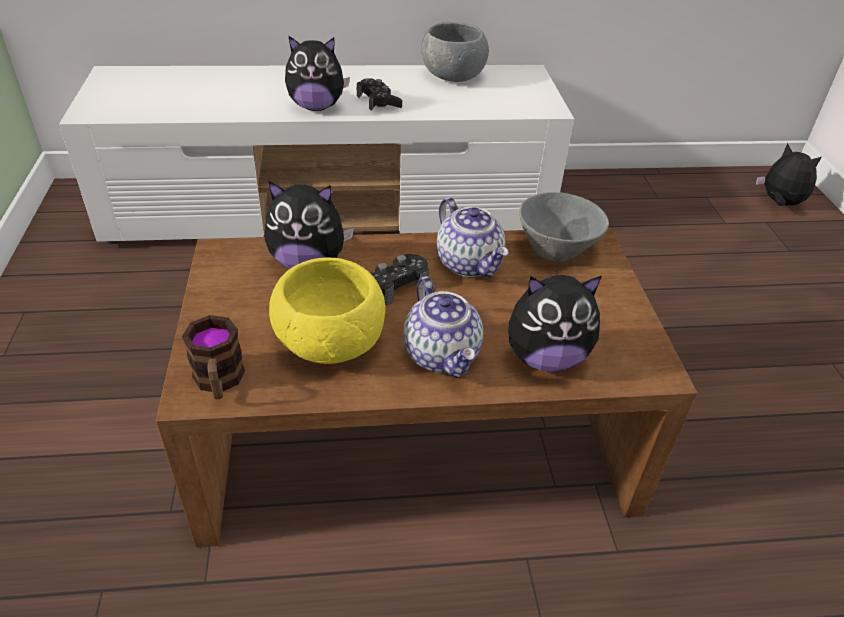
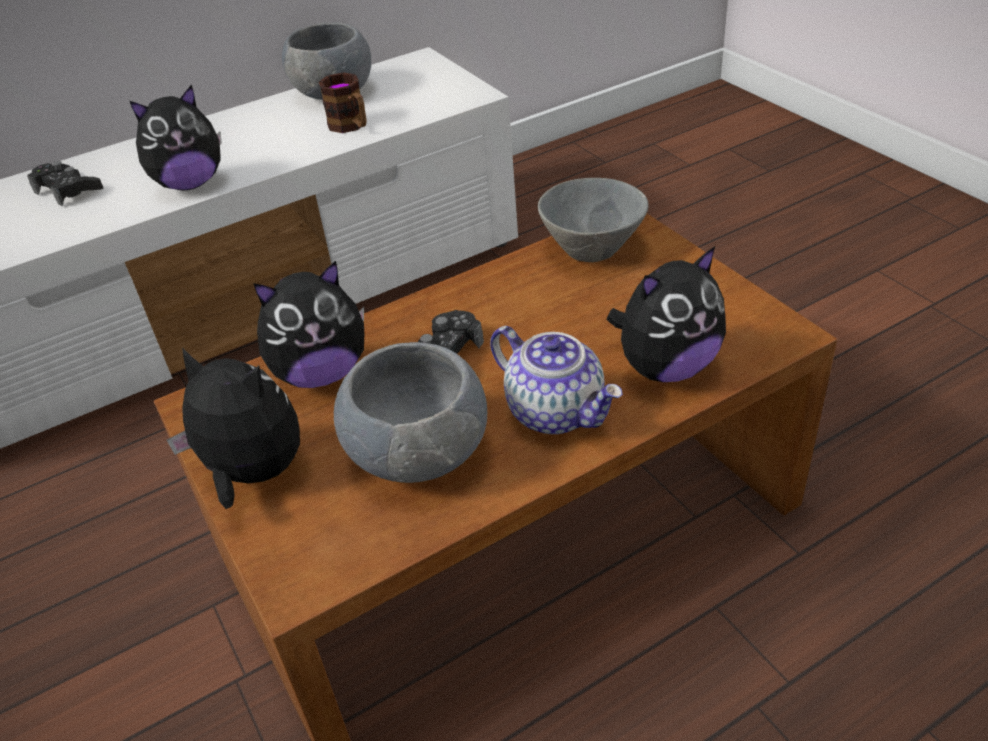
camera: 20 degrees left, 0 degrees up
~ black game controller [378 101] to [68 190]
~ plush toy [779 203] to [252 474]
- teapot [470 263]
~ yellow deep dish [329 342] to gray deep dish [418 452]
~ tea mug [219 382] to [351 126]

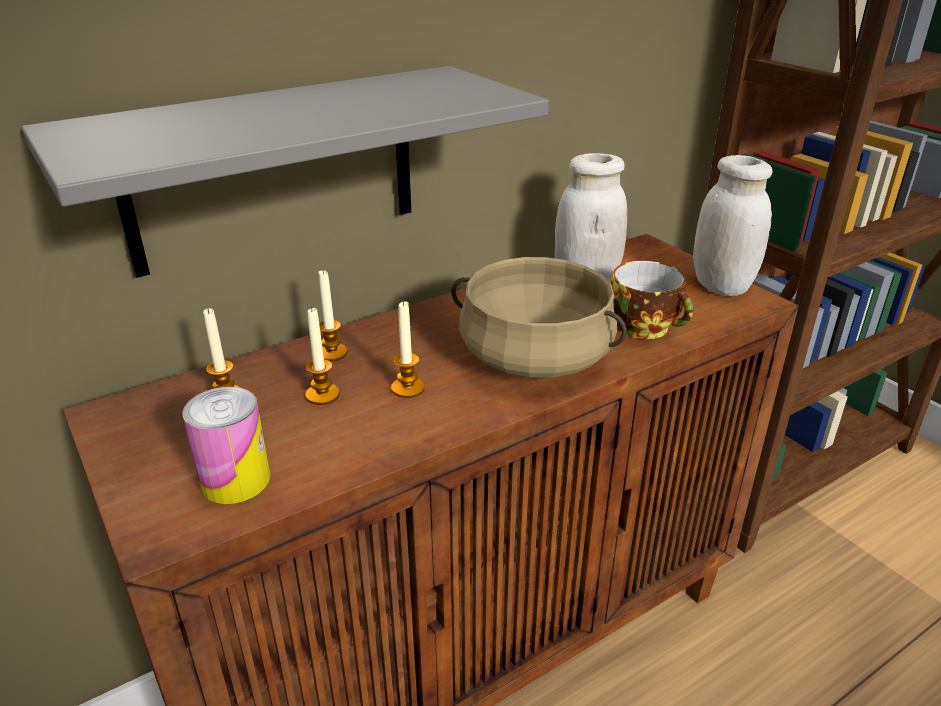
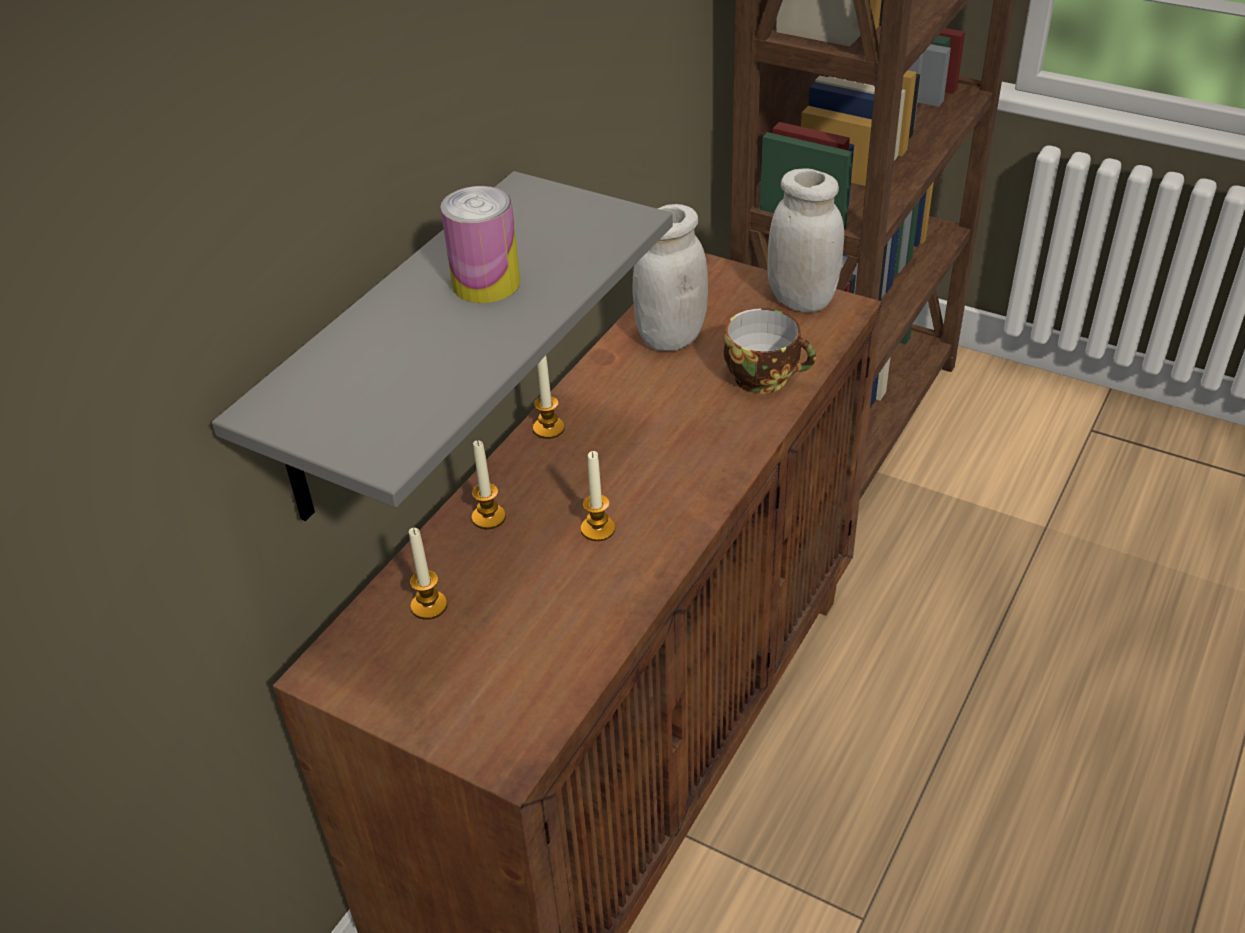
camera: 25 degrees left, 10 degrees up
- beige-coloured stockpot [534 358]
~ wax light [322 395] to [549 428]
~ can [235 480] to [486 283]

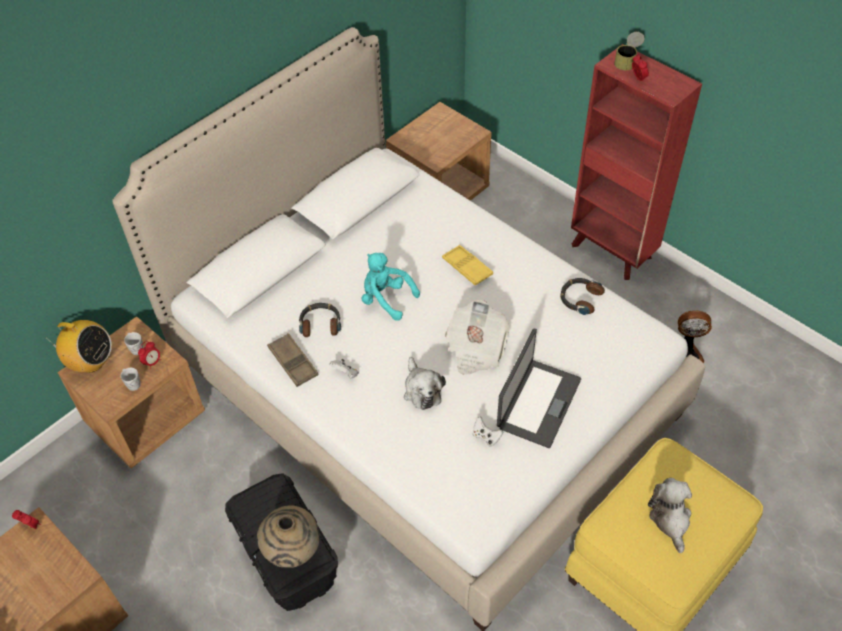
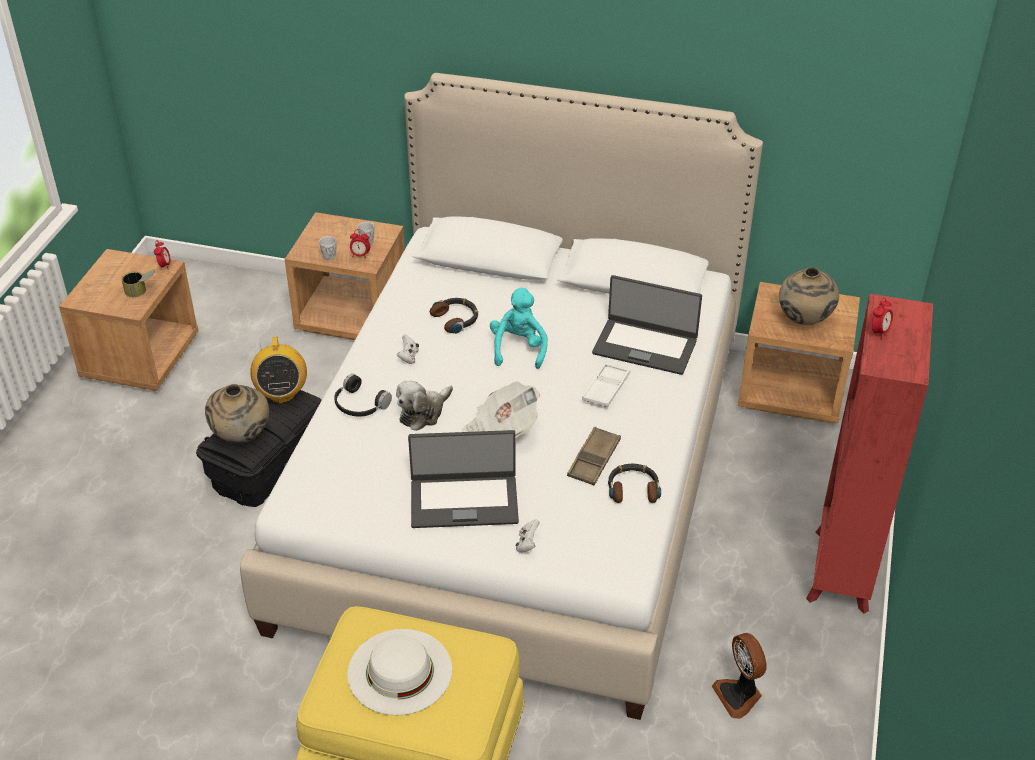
camera: 60 degrees right, 10 degrees down
~ can [628 61] to [141 291]
~ yellow carrying tray [467 268] to white-coloured carrying tray [606 389]
~ radio receiver [91 362] to [282 394]
~ brown-coloured carrying tray [293 362] to [594 460]
~ white-coloured game controller [486 437] to [527 544]
~ plush toy [670 519] to white-coloured clothing hat [399 671]
+ beige-coloured flower vase [804 321]
+ portable computer [645 346]
+ black headphones [359 405]

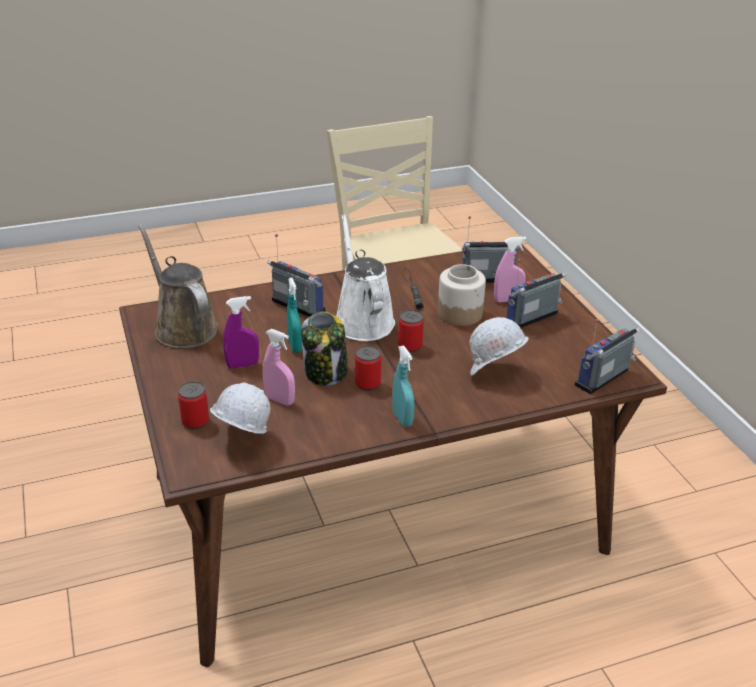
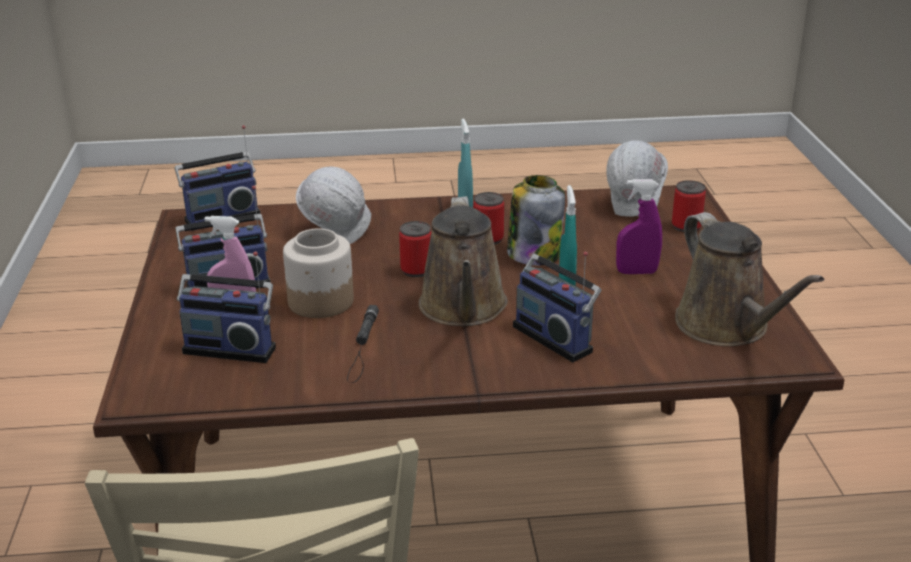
camera: 165 degrees left, 5 degrees down
~ white-coloured watering pot [362 320] to brown-coloured watering pot [463 309]
- pink-coloured sprayer [280 400]

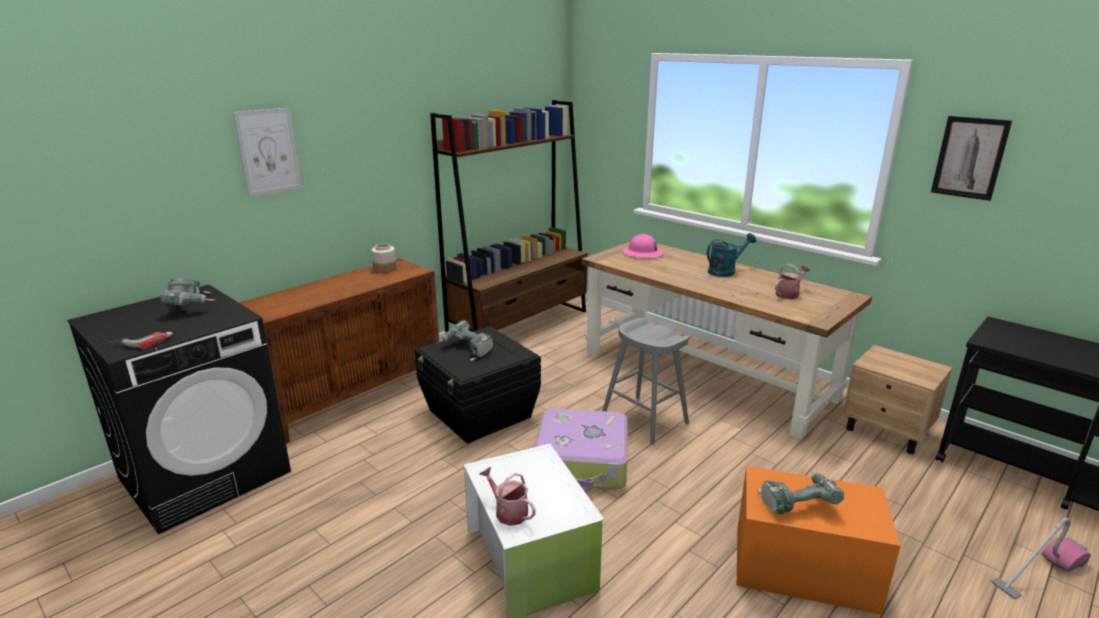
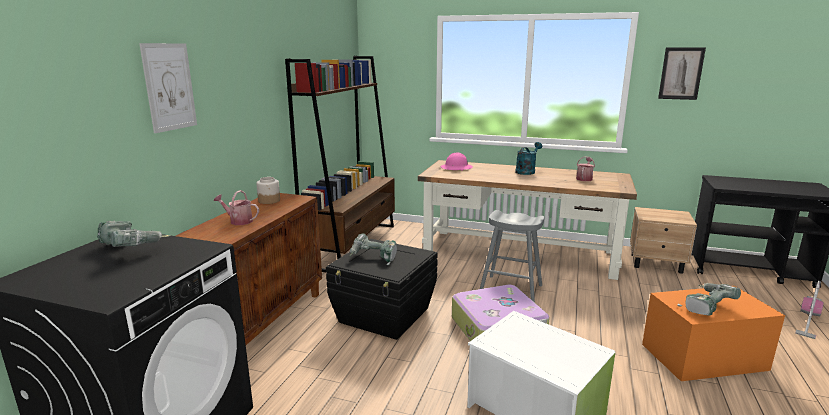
camera: 25 degrees left, 5 degrees down
- drill [143 341]
~ watering pot [508 511] to [238 221]

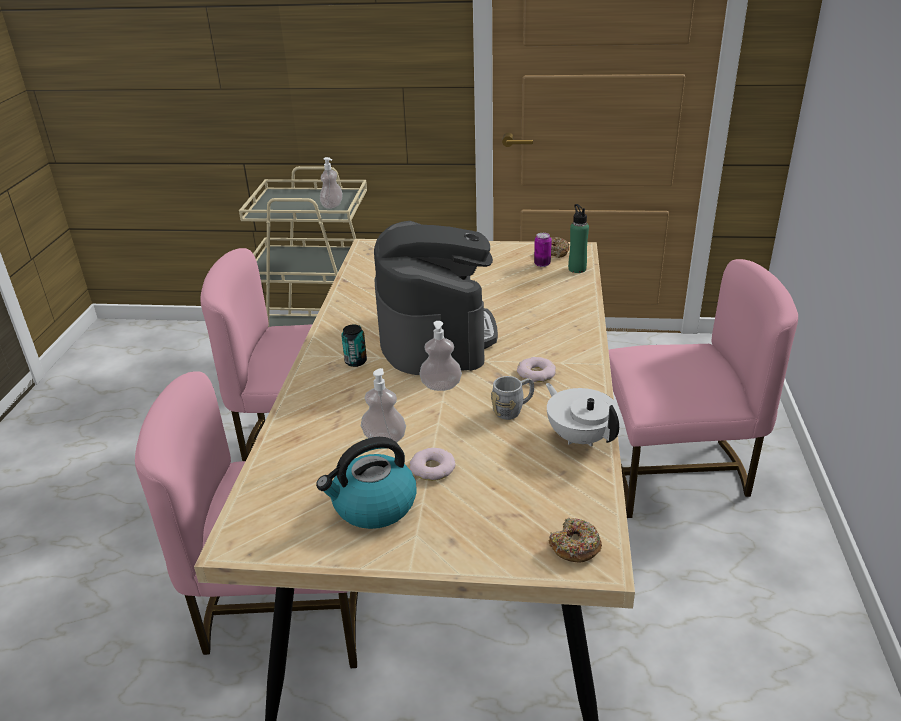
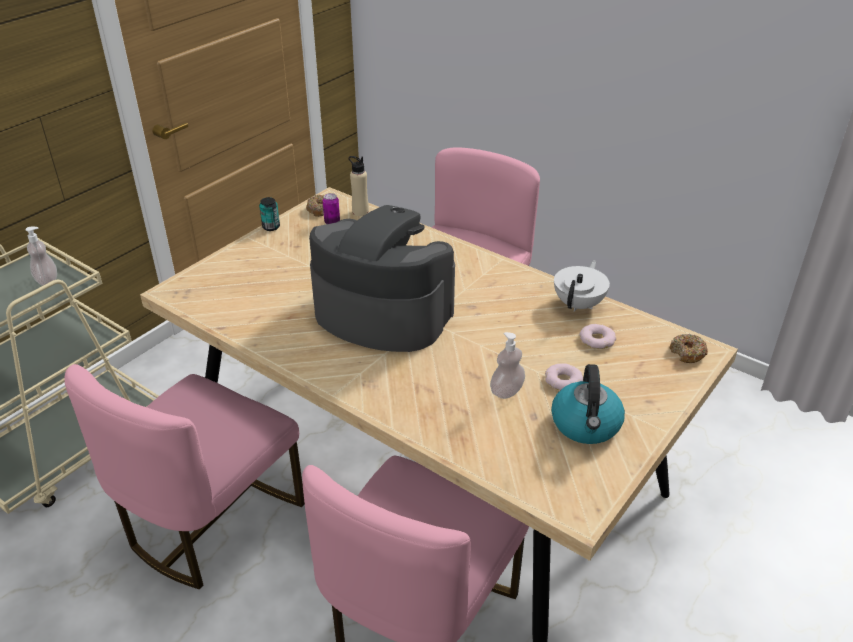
camera: 60 degrees left, 5 degrees up
~ green-coloured drink bottle [577 269] to beige-coloured drink bottle [360 212]
- soap bottle [441 386]
~ can [355 361] to [271 227]
~ donut [536 373] to [597 340]
- gray tea mug [513 410]
~ white-coloured teapot [580 437] = [579 304] 120 degrees clockwise

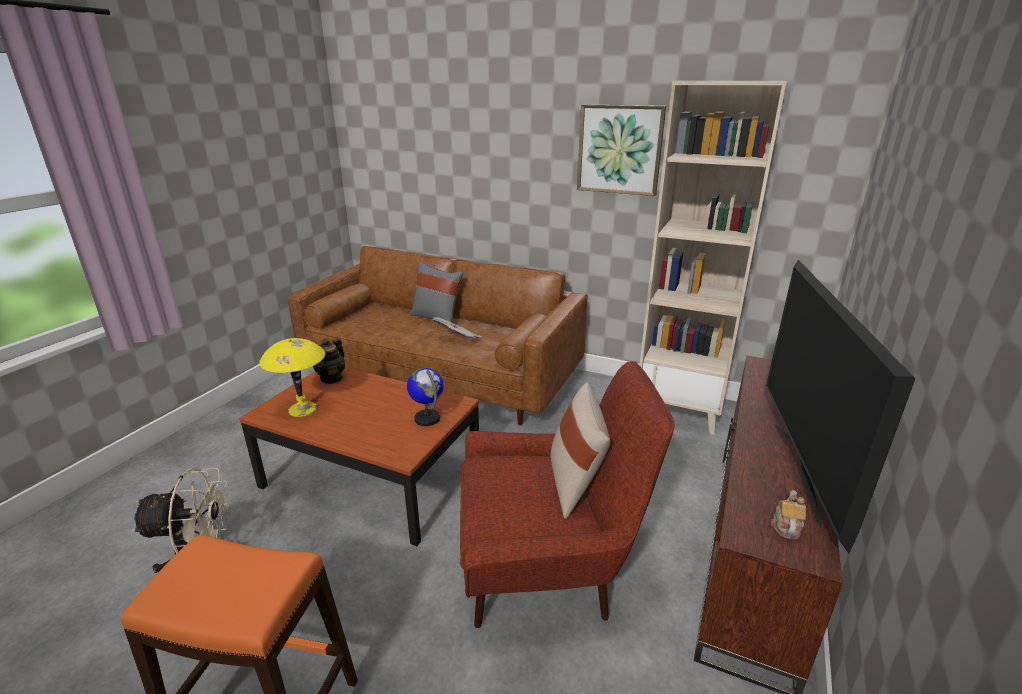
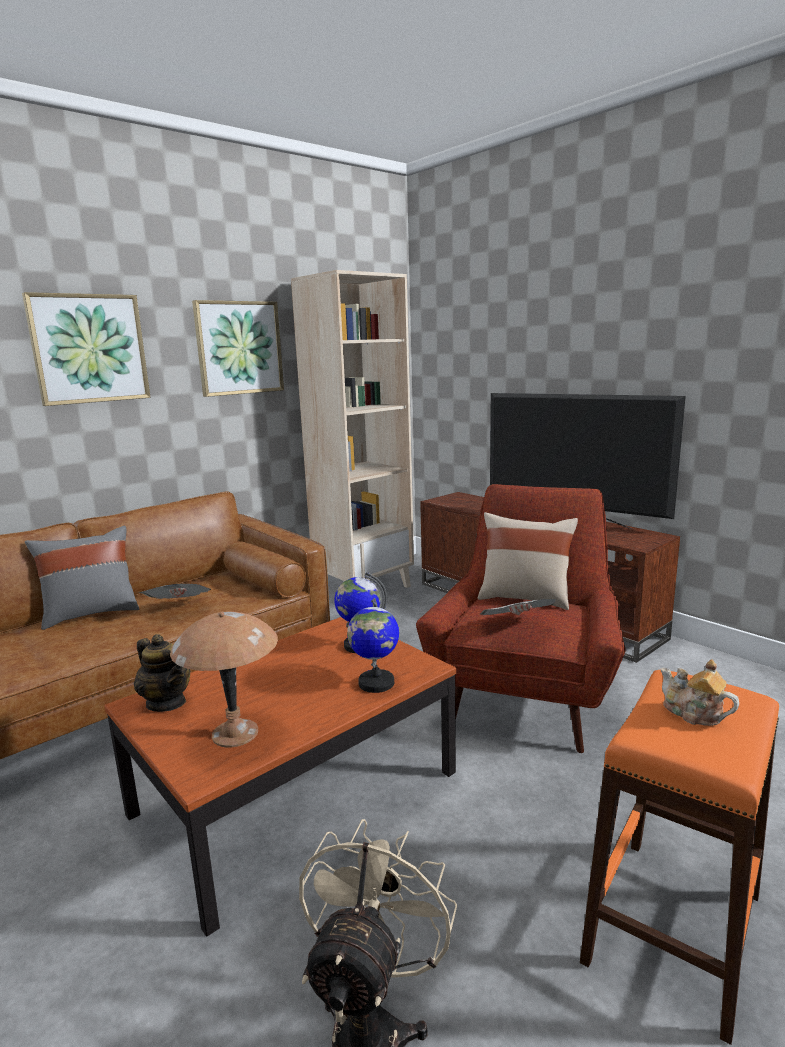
camera: 65 degrees left, 10 degrees down
~ yellow lamp for a table [303 409] to brown-coloured lamp for a table [236 733]
~ teapot [786 526] to [693 713]
+ wall art [89 349]
+ desk globe [376 683]
+ newspaper [516 627]

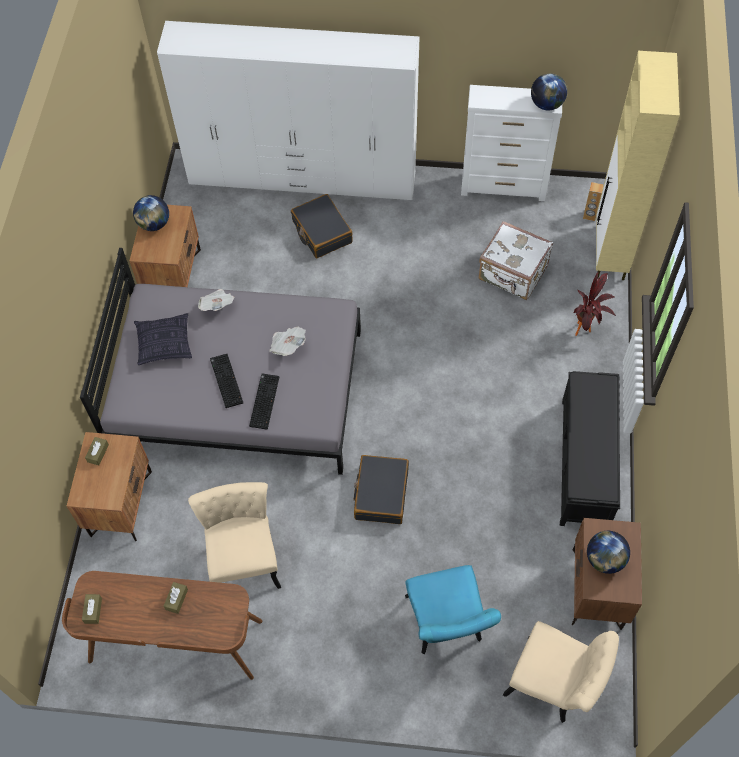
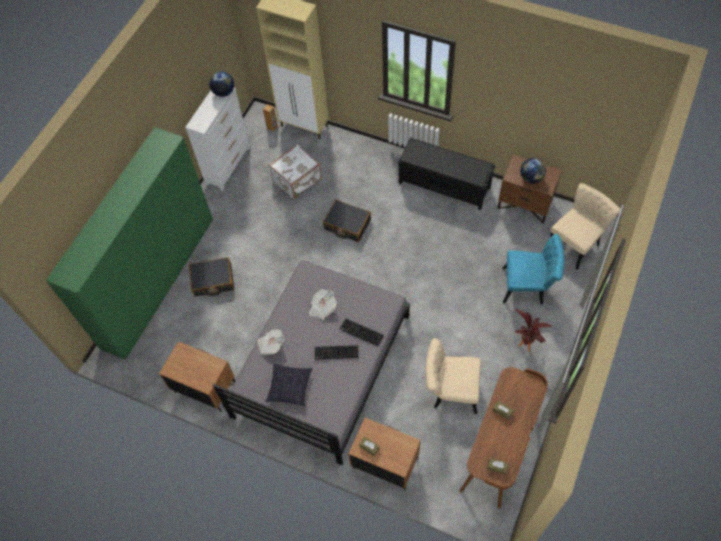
camera: 70 degrees left, 0 degrees up
~ white-coloured clothes cupboard [302 177] to green-coloured clothes cupboard [158 281]
- desk globe [154 224]
~ houseplant [586 330] to [526 343]
~ black suitcase [381 494] to [347 225]

